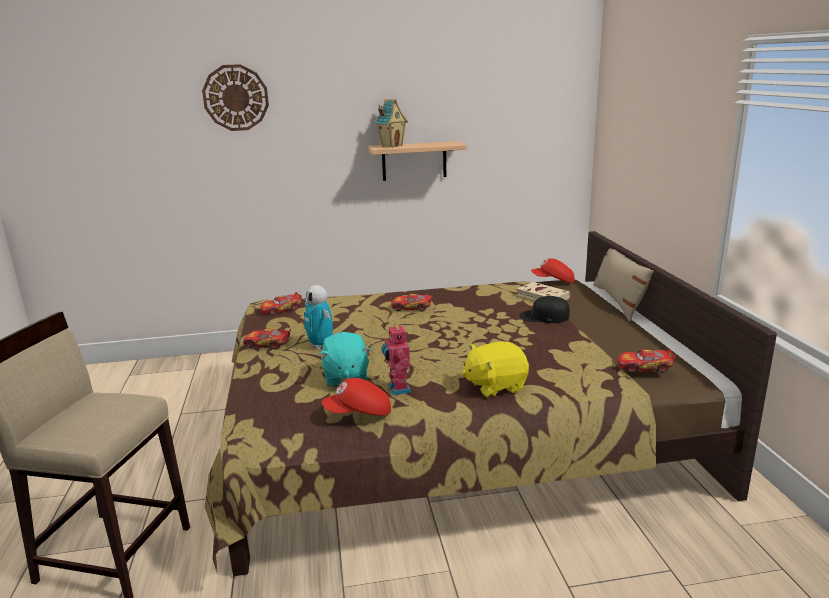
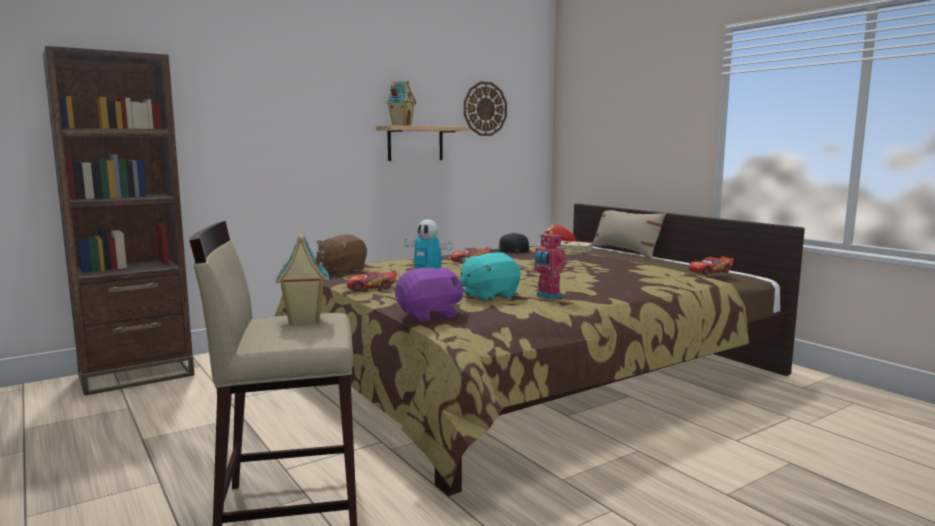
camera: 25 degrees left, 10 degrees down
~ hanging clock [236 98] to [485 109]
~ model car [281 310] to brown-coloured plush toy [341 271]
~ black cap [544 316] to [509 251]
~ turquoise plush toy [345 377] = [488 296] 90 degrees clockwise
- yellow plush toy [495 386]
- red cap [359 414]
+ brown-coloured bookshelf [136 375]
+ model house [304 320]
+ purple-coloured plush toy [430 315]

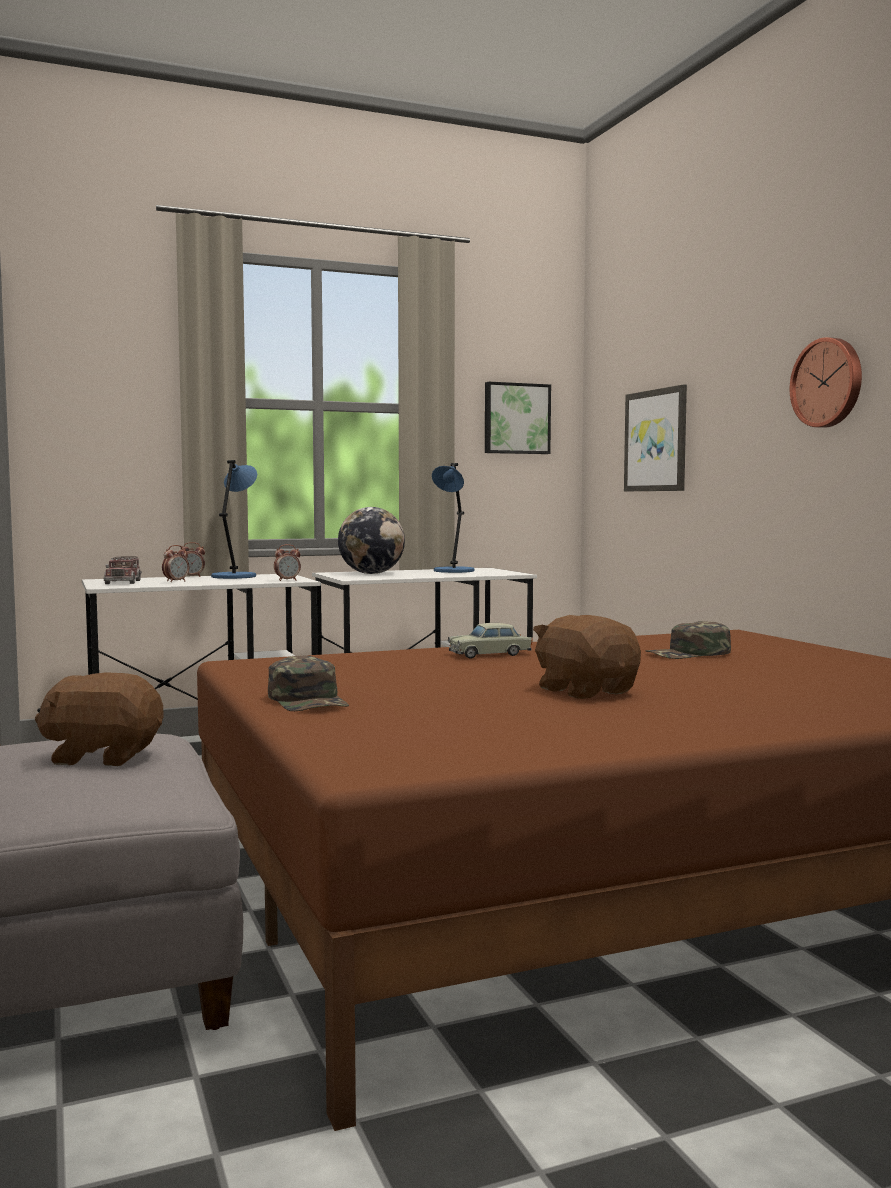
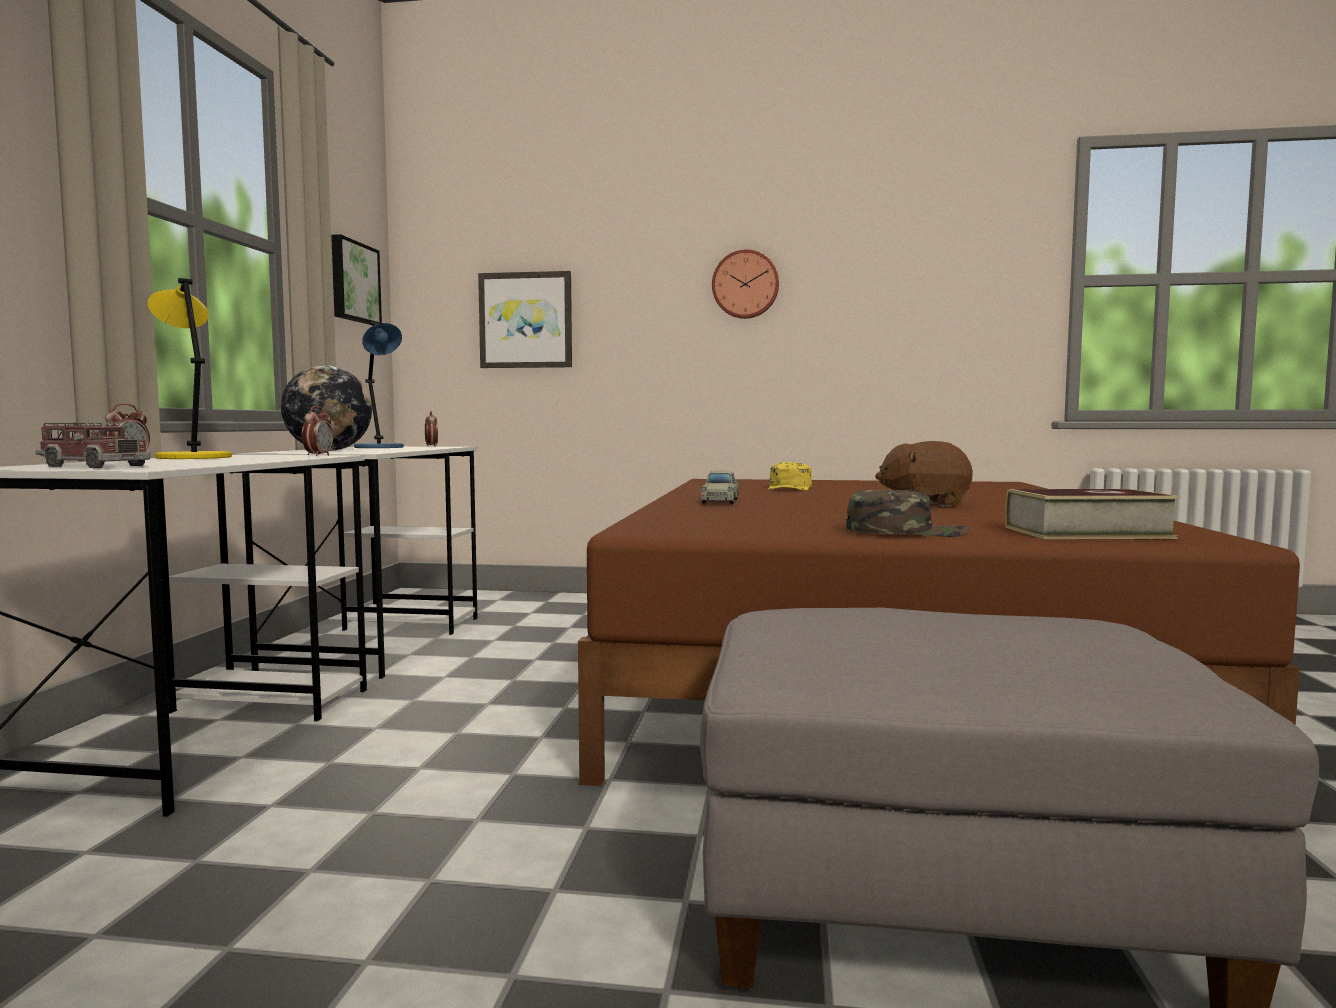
camera: 60 degrees left, 0 degrees up
~ bluish lamp for a table [235 576] to yellow lamp for a table [192 457]
~ alarm clock [176 581] to [431 446]
~ green-coloured cap [689 654] to yellow cap [790 488]
- brown-coloured plush toy [103 757]
+ bound book [1086 532]

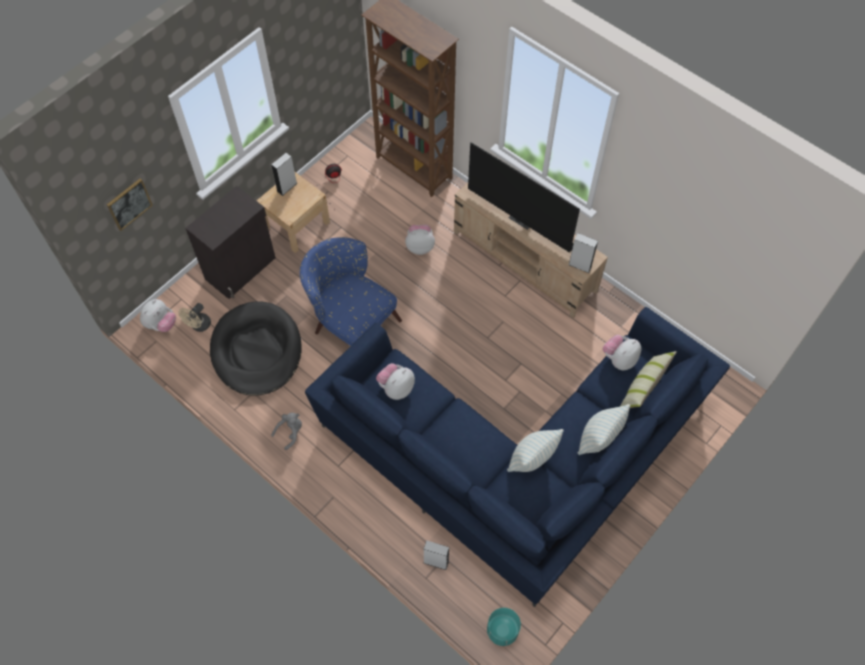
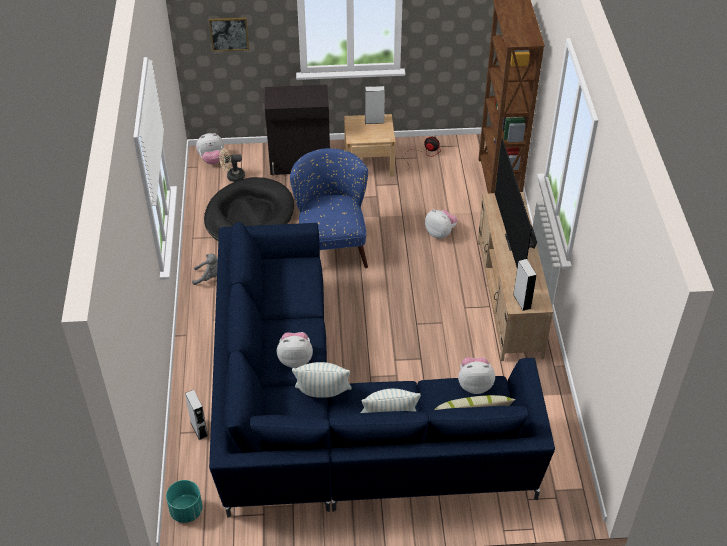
camera: 45 degrees right, 15 degrees down
~ plush toy [396 388] to [295 359]

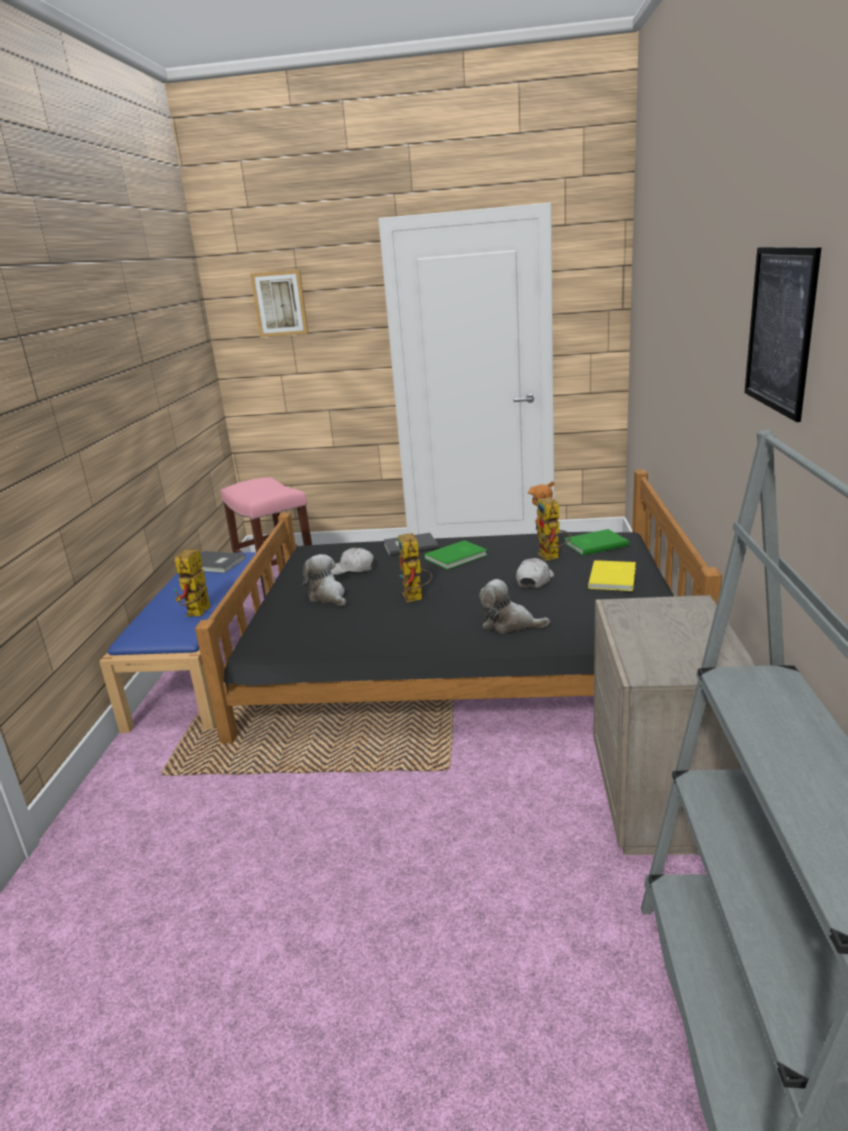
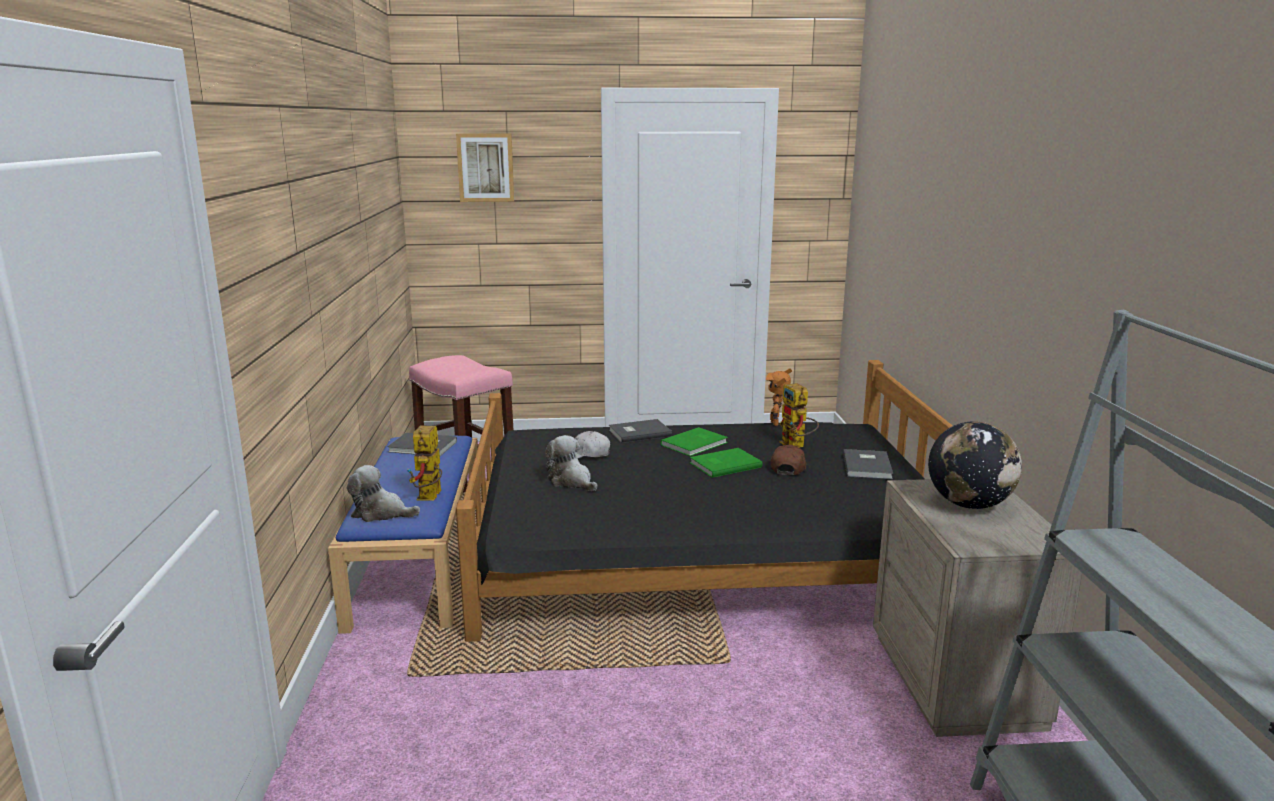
camera: 10 degrees left, 5 degrees down
- wall art [780 329]
~ green-coloured bound book [594 544] to [723 464]
- toy robot [416 598]
~ white-coloured cap [534 580] to brown-coloured cap [788 468]
~ yellow bound book [614 577] to gray bound book [868 466]
~ plush toy [509 624] to [381 513]
+ desk globe [969 504]

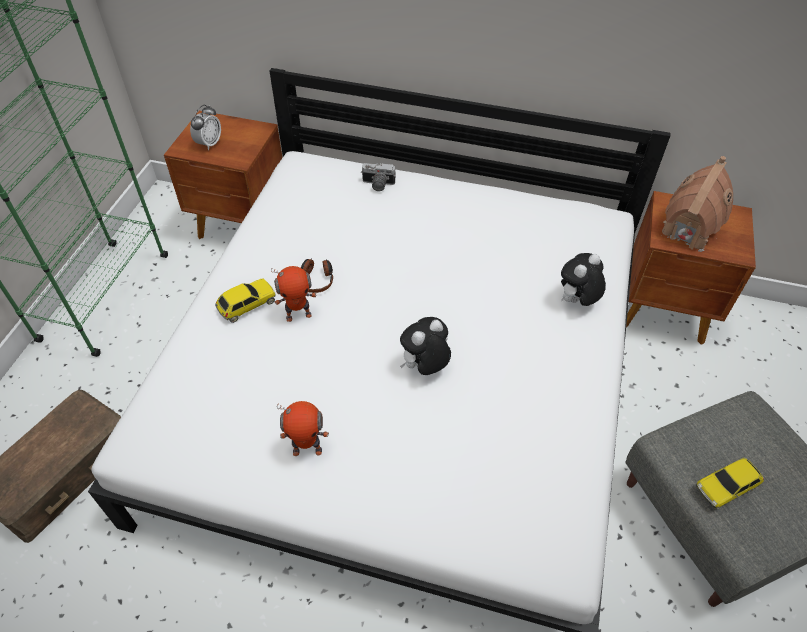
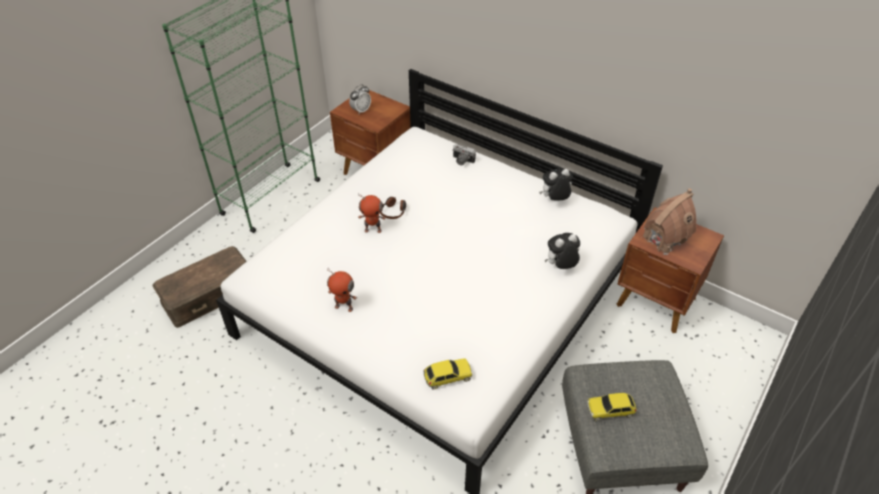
camera: 20 degrees right, 5 degrees down
~ model car [247 305] to [447 377]
~ plush toy [424 367] to [554 200]

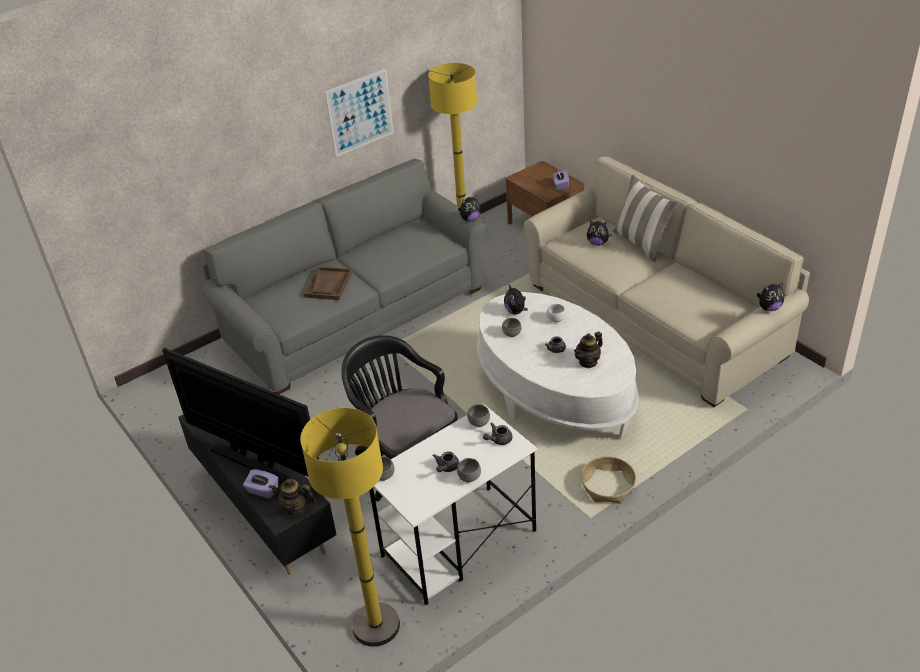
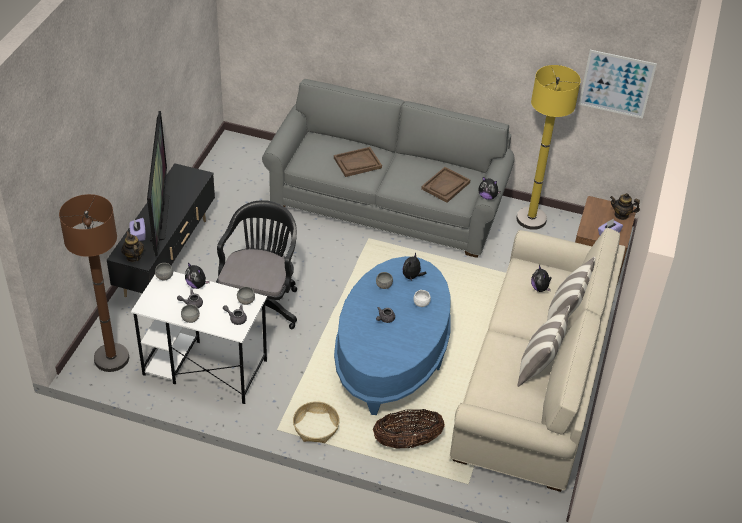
camera: 50 degrees right, 5 degrees up
~ wall art [360 112] to [616 84]
~ plush toy [769 308] to [197 285]
~ white-coloured low table [554 393] to bluish low table [391 355]
~ teapot [588 362] to [621 215]
~ yellow floor lamp [376 625] to brown-coloured floor lamp [111 358]
+ brown-coloured carrying tray [445 186]
+ throw pillow [538 366]
+ household basket [407 441]

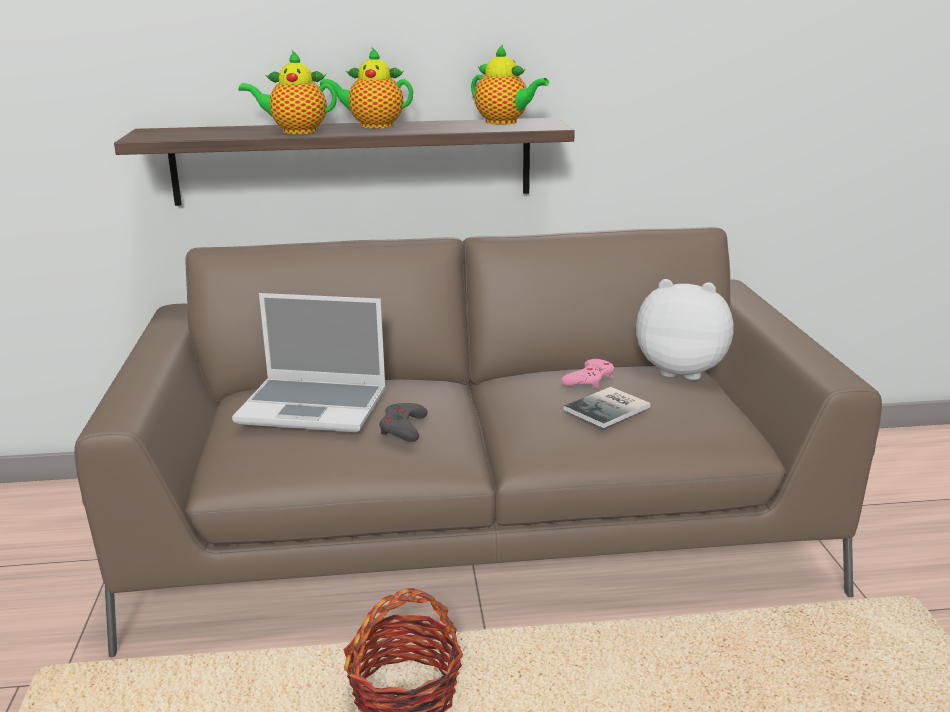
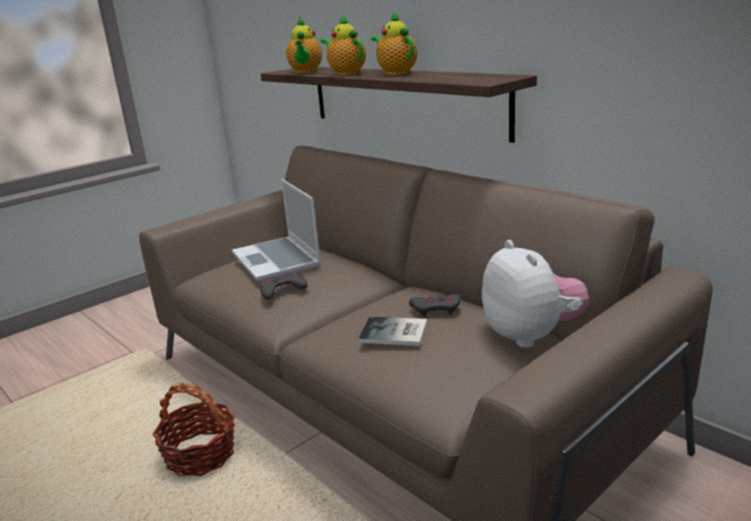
camera: 55 degrees right, 0 degrees up
~ teapot [504 122] to [305 72]
~ pink-coloured game controller [589 379] to gray game controller [436 309]

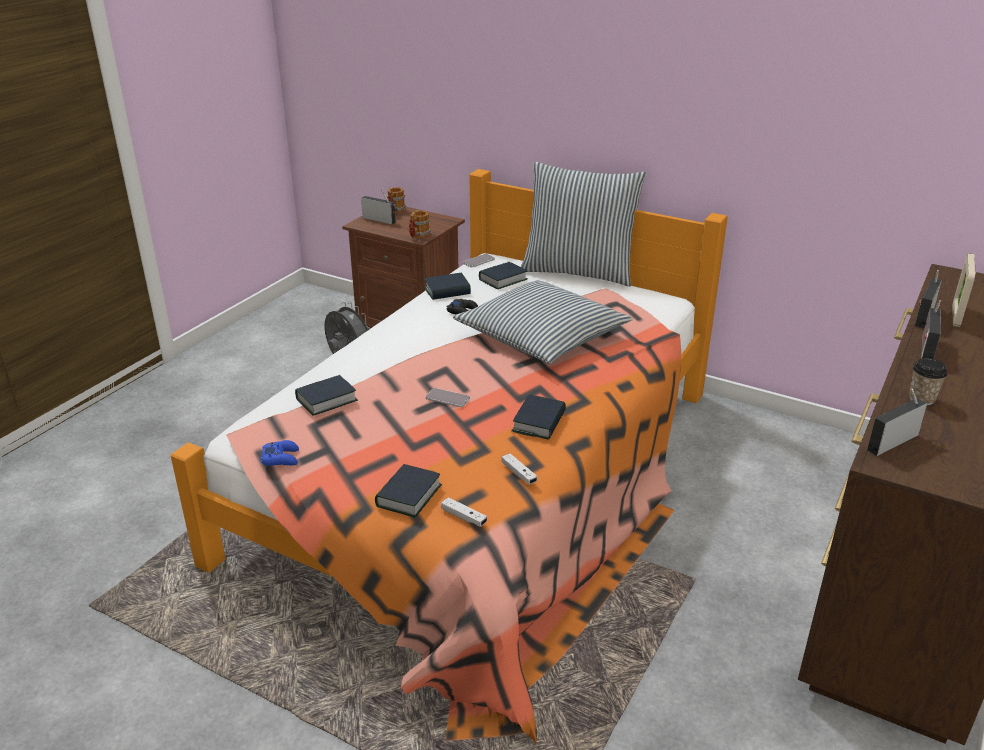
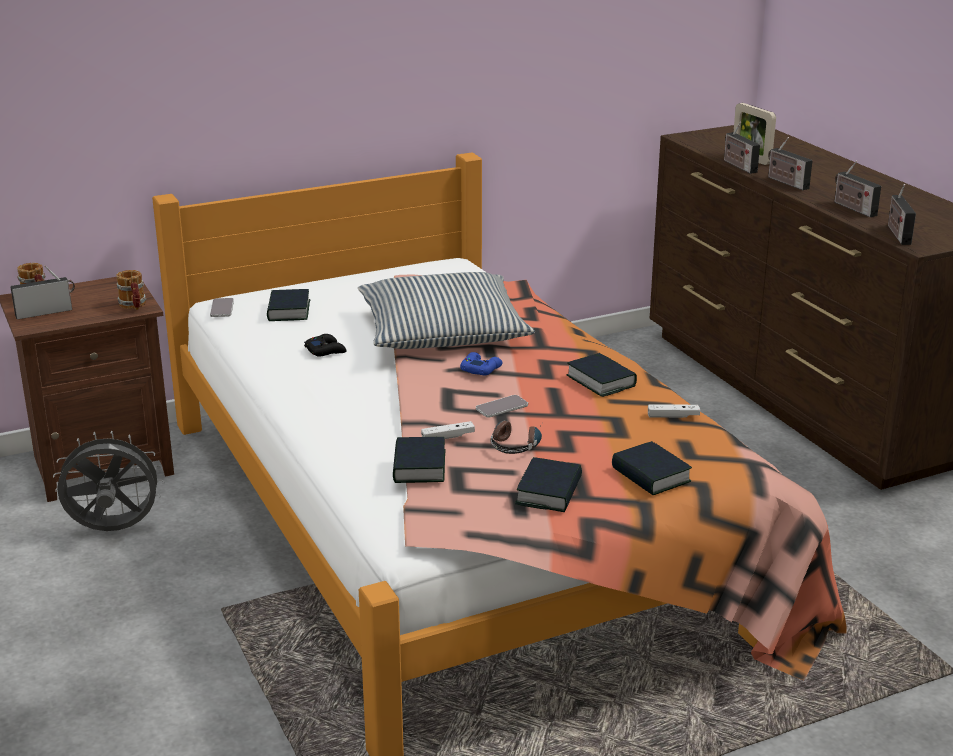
camera: 55 degrees left, 5 degrees down
- throw pillow [578 271]
~ bound book [447 291] to [549 492]
~ small cup [921 399] to radio receiver [852 208]
~ bluish game controller [281 458] to [480 369]
~ white-coloured game controller [464 517] to [448 437]
+ headphones [516 443]

